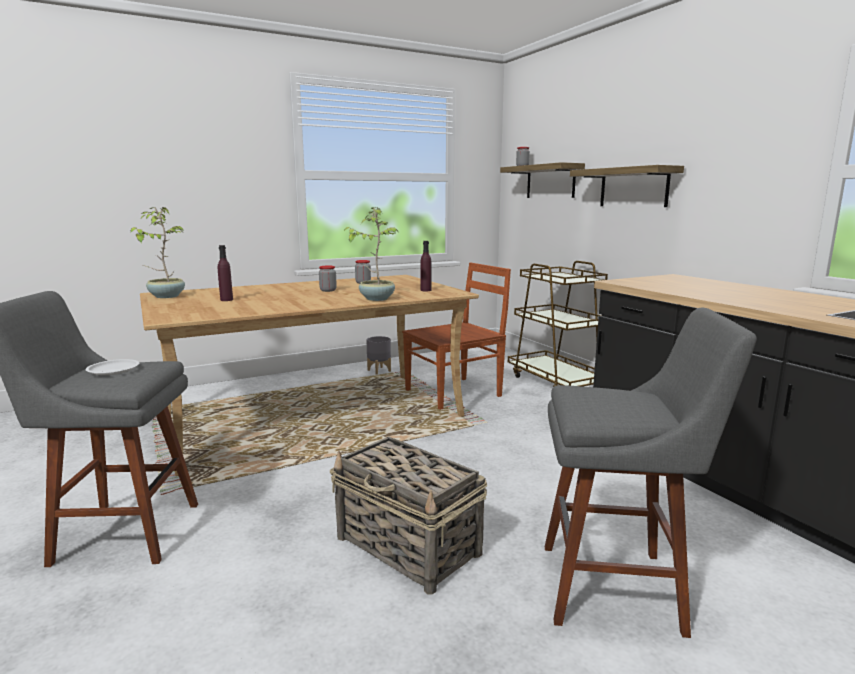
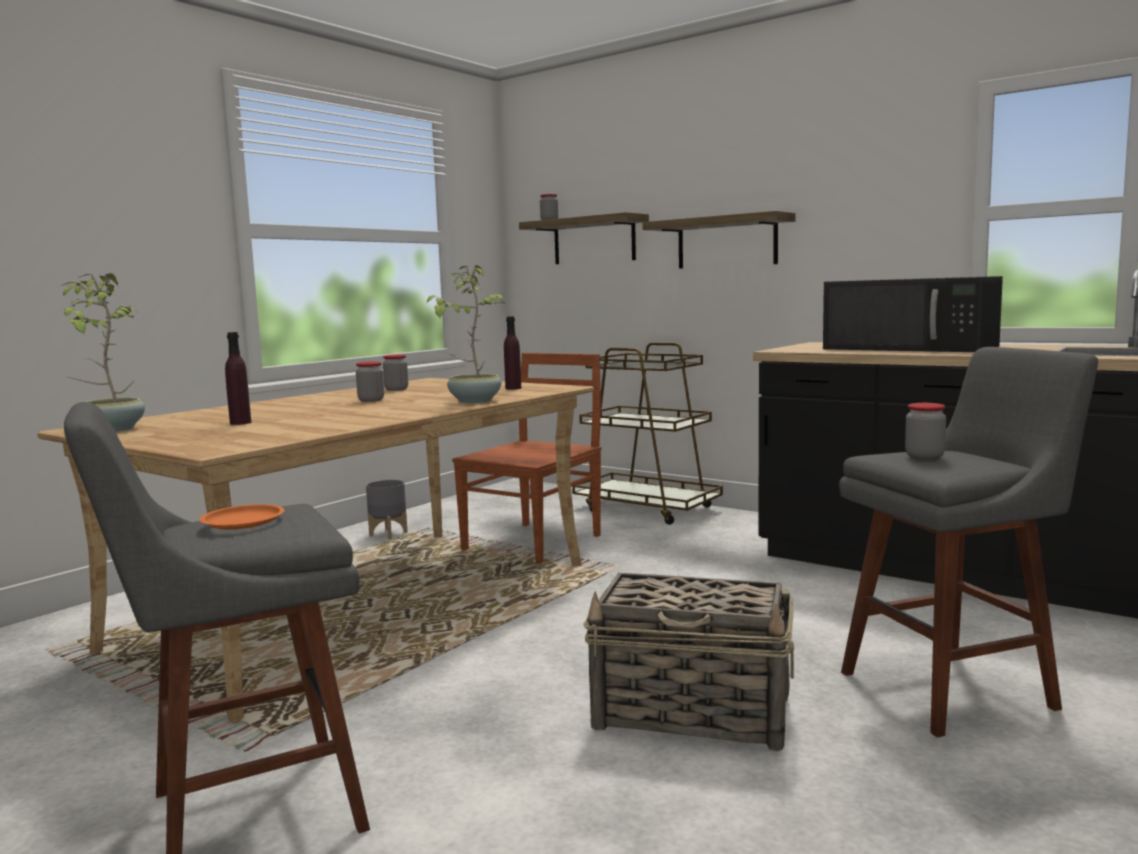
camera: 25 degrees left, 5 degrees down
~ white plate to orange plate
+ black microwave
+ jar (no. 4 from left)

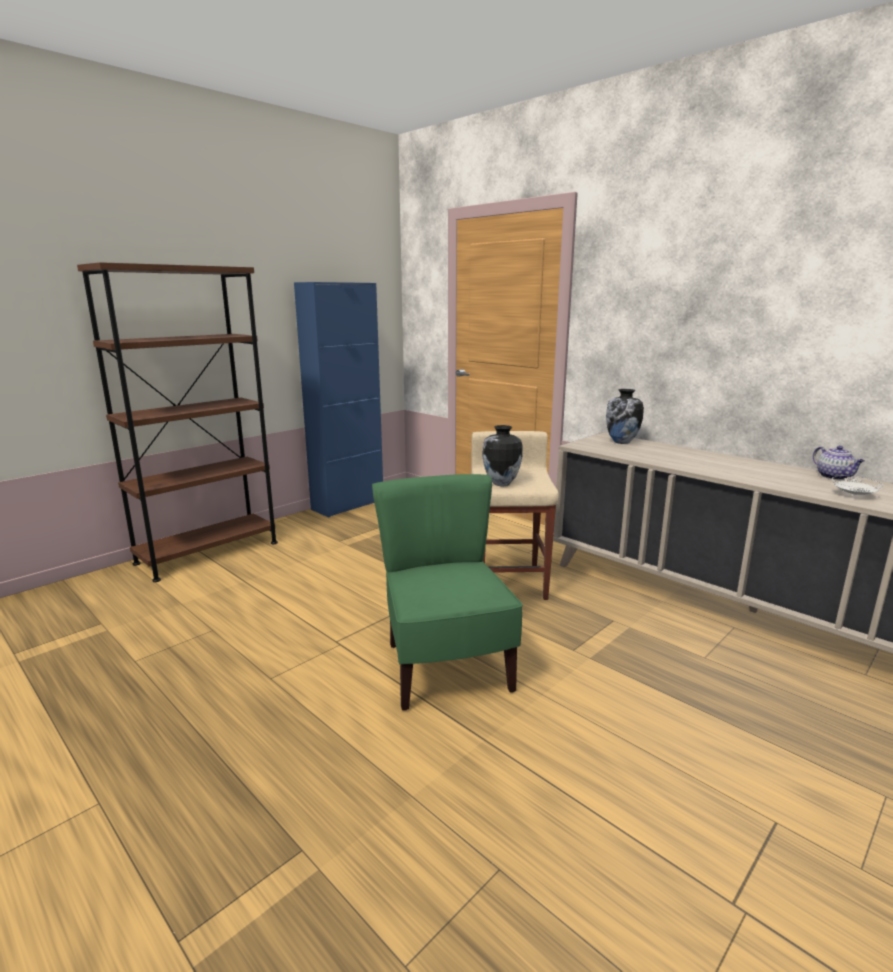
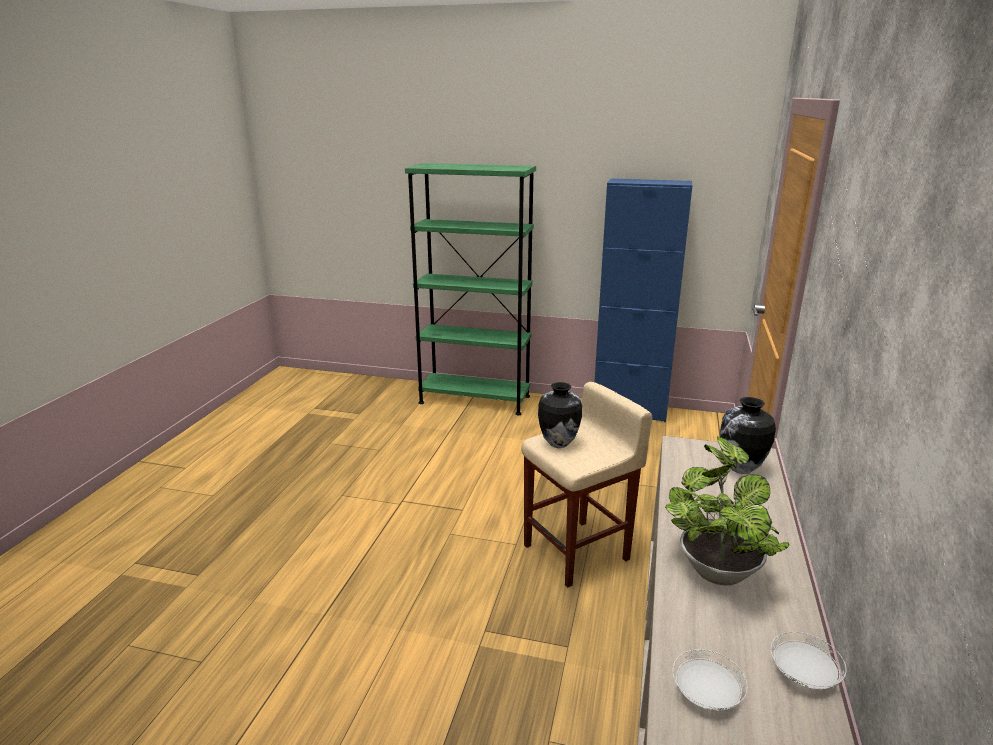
camera: 60 degrees right, 5 degrees up
~ brown bookcase to green bookcase
+ potted plant
~ teapot to white plate (no. 2 from left)
- green chair

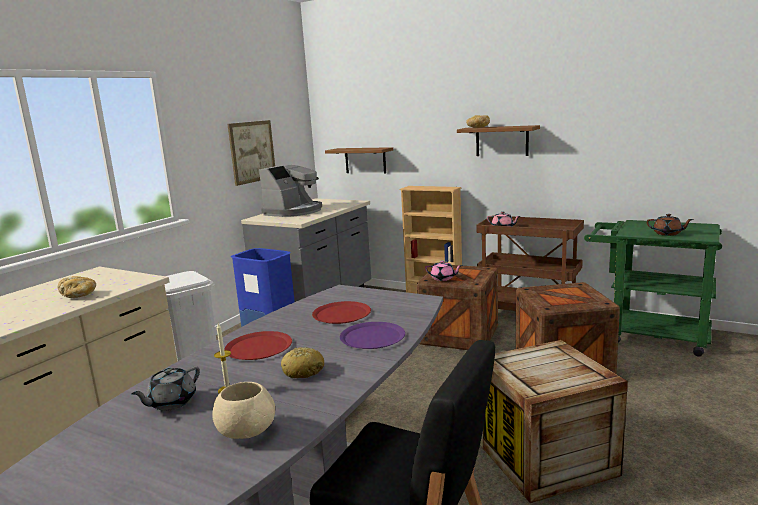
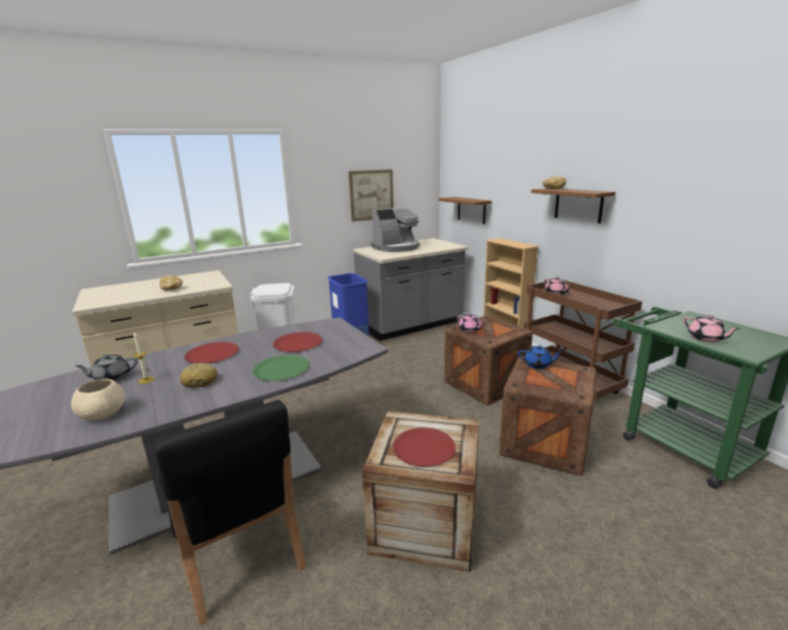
camera: 30 degrees right, 5 degrees up
~ purple plate to green plate
+ red plate (no. 3 from left)
+ blue teapot
~ brown teapot to pink teapot (no. 3 from left)

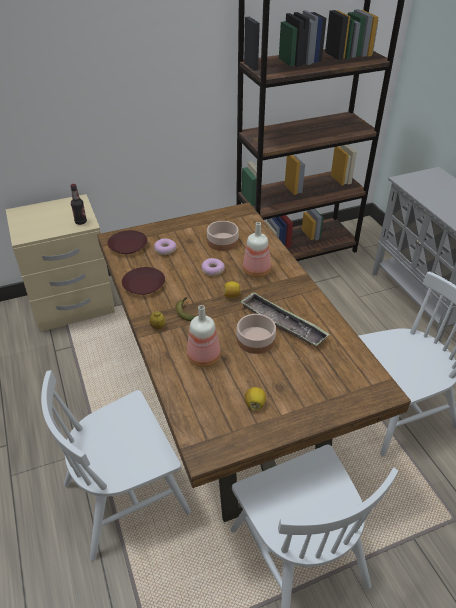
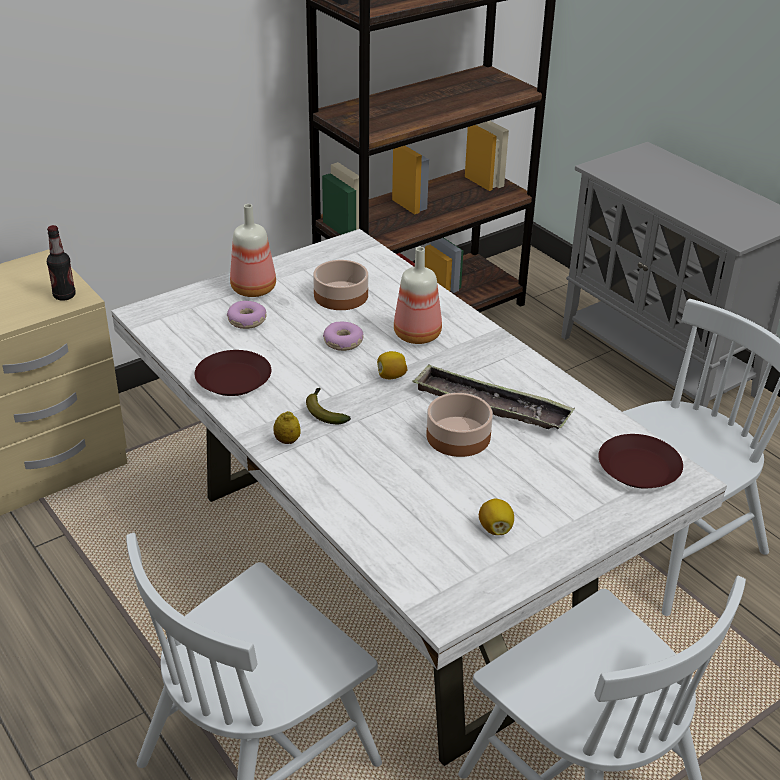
camera: 15 degrees left, 5 degrees down
~ brown dining table to white dining table
~ bottle (no. 2 from left)
~ brown plate (no. 1 from left in the first image) to brown plate (no. 2 from left)

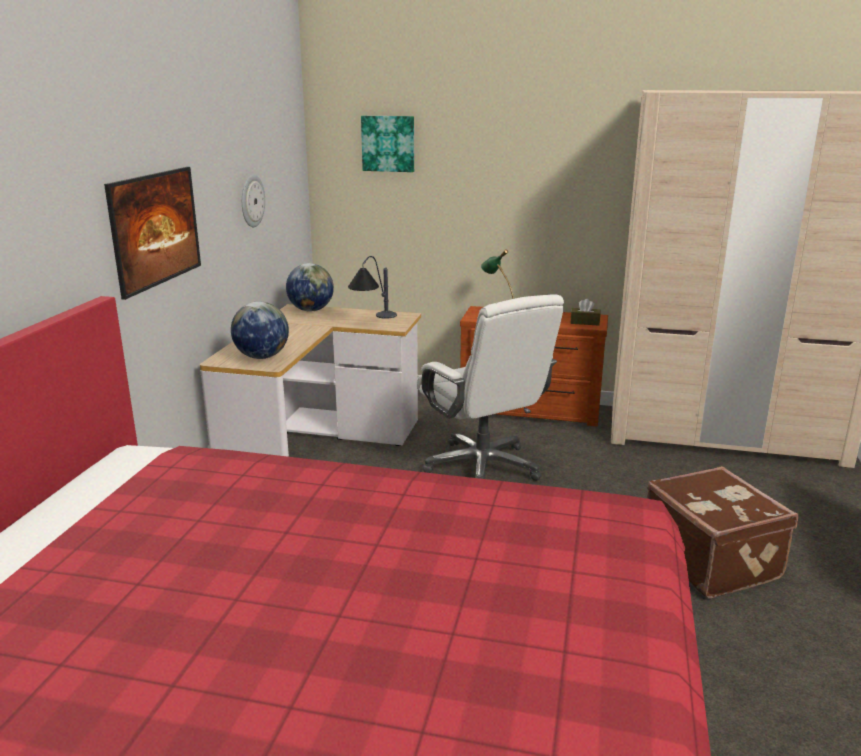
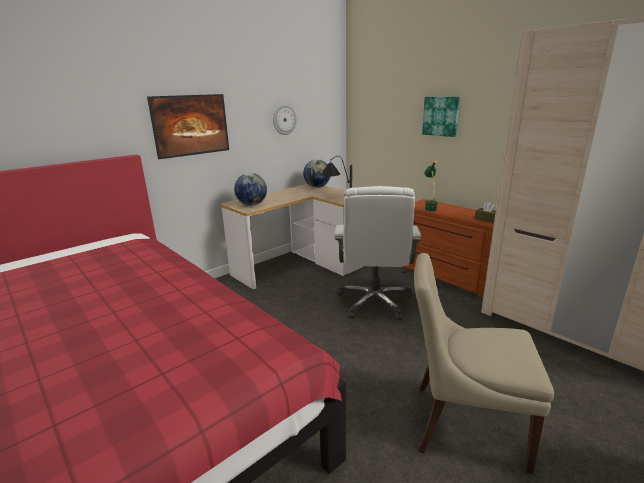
camera: 35 degrees right, 0 degrees up
~ brown suitcase to beige chair
~ picture (no. 2 from left)

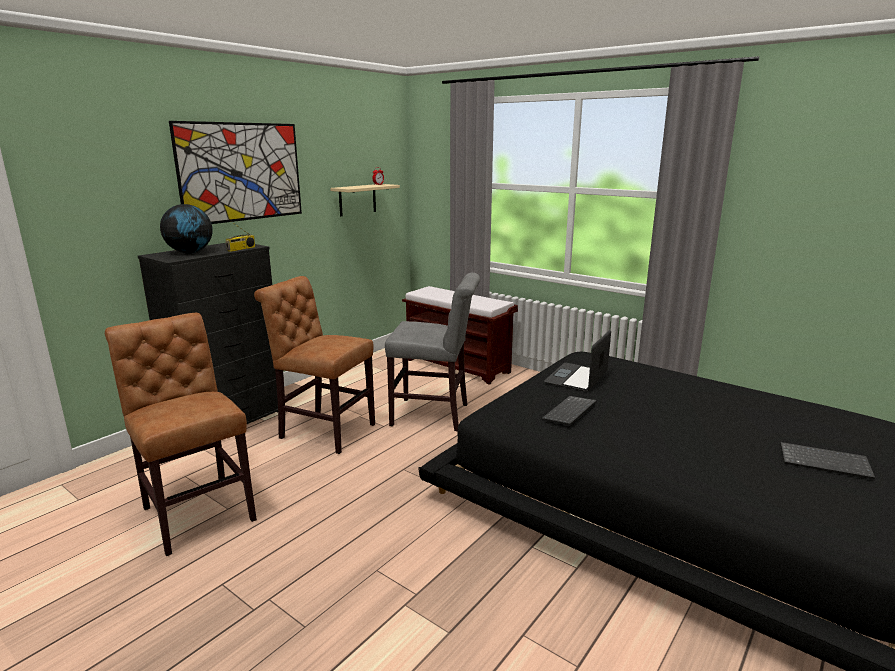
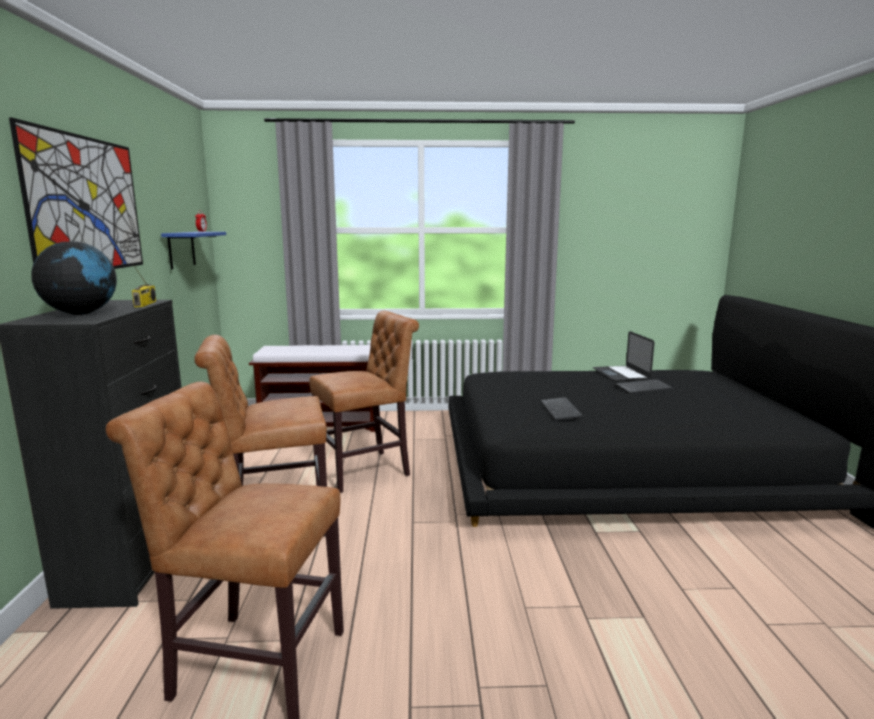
camera: 40 degrees left, 5 degrees down
~ beige shelf to blue shelf
~ grey chair to brown chair (no. 3 from left)
~ laptop
~ keyboard (no. 2 from left)

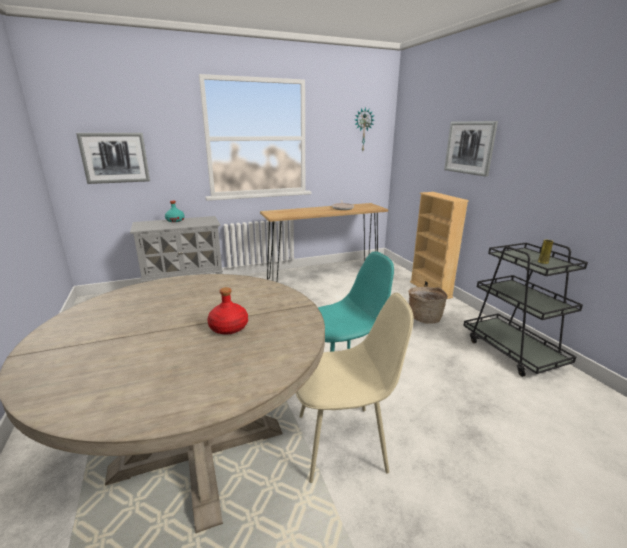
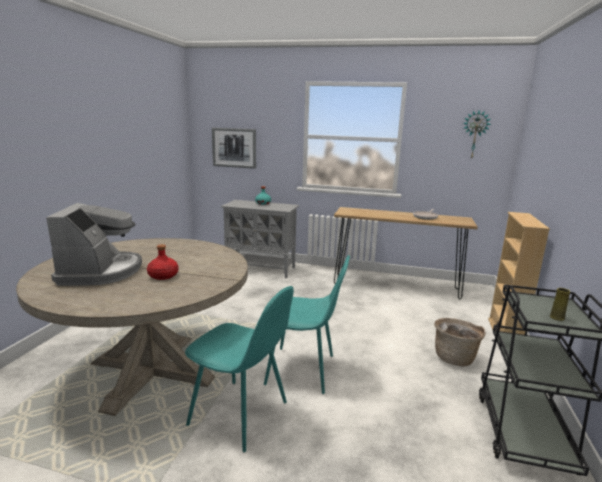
camera: 35 degrees right, 5 degrees down
+ coffee machine
~ beige chair to turquoise chair (no. 1 from left)
- picture (no. 2 from left)

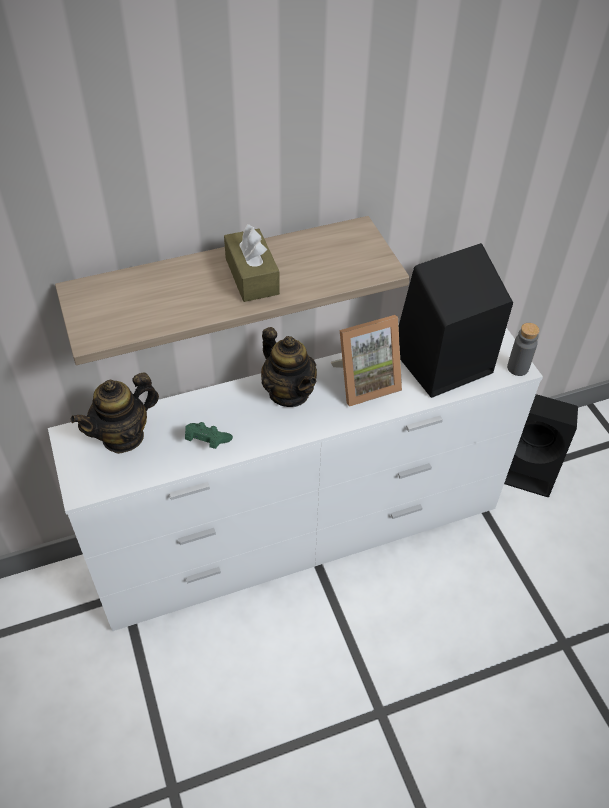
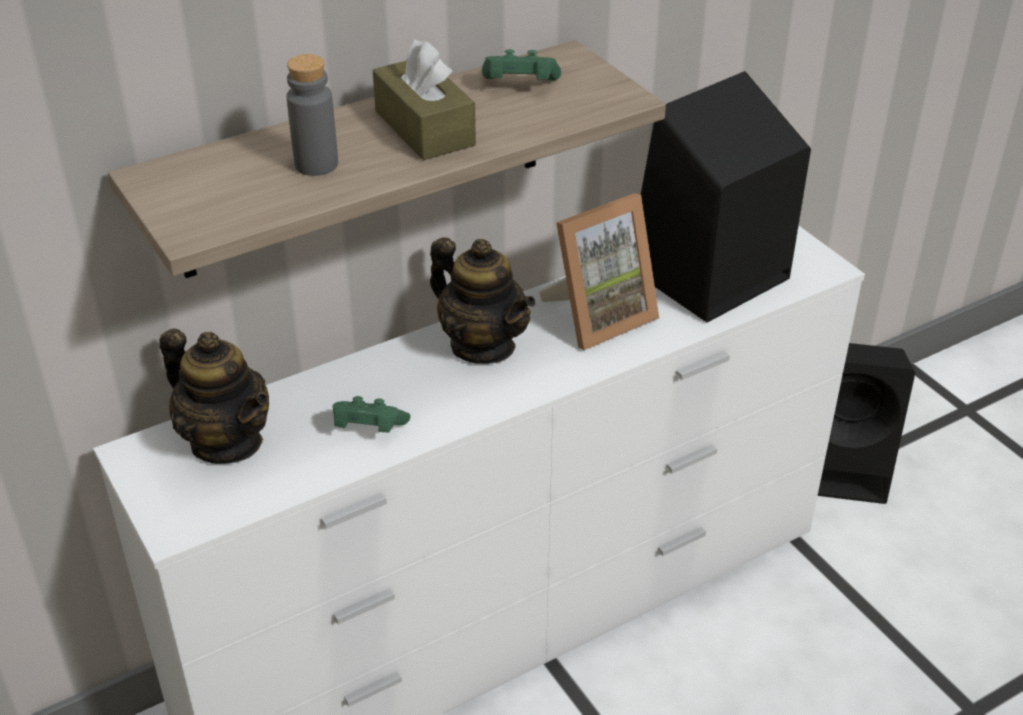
camera: 10 degrees left, 10 degrees down
~ teapot (no. 1 from left) 90 degrees counterclockwise
~ grey bottle
+ green game controller (no. 2 from left)

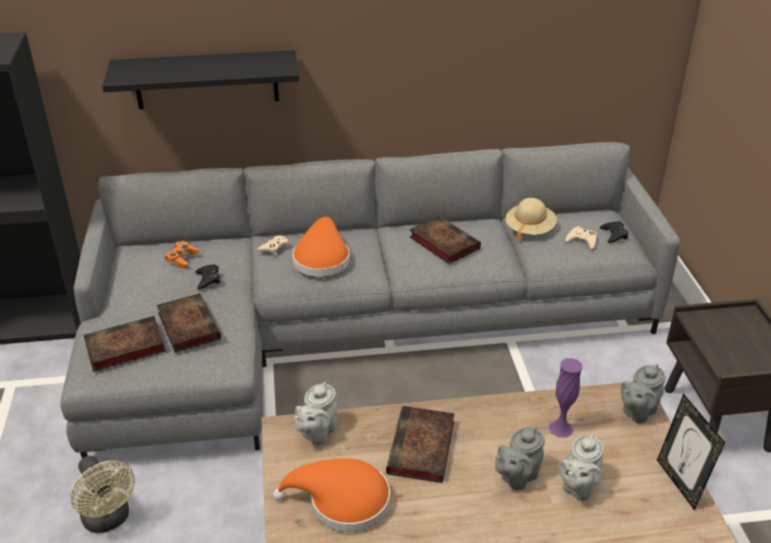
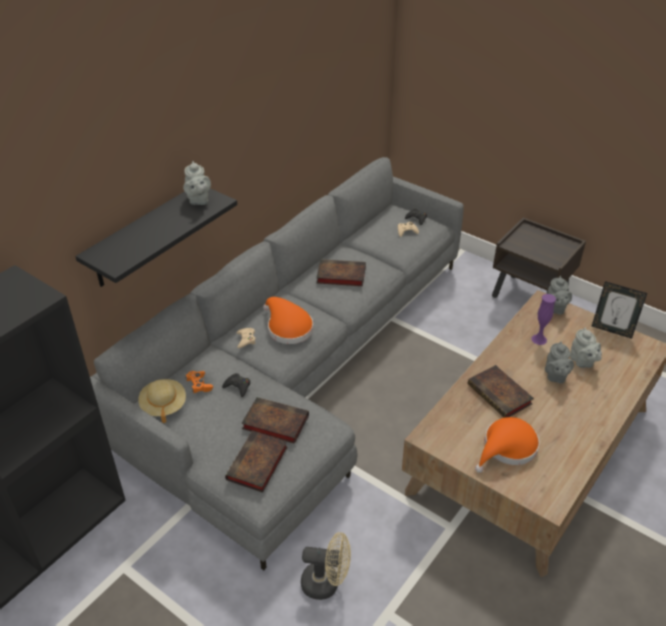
camera: 45 degrees left, 5 degrees up
~ beige hat
~ grey teapot (no. 1 from left)

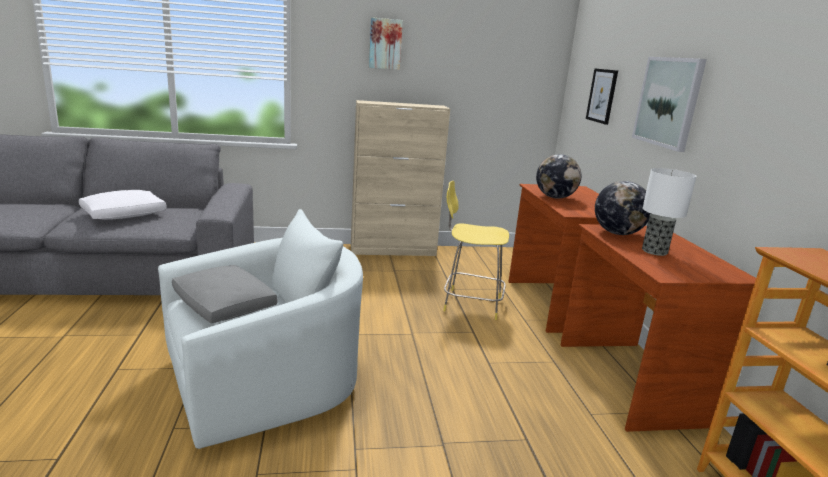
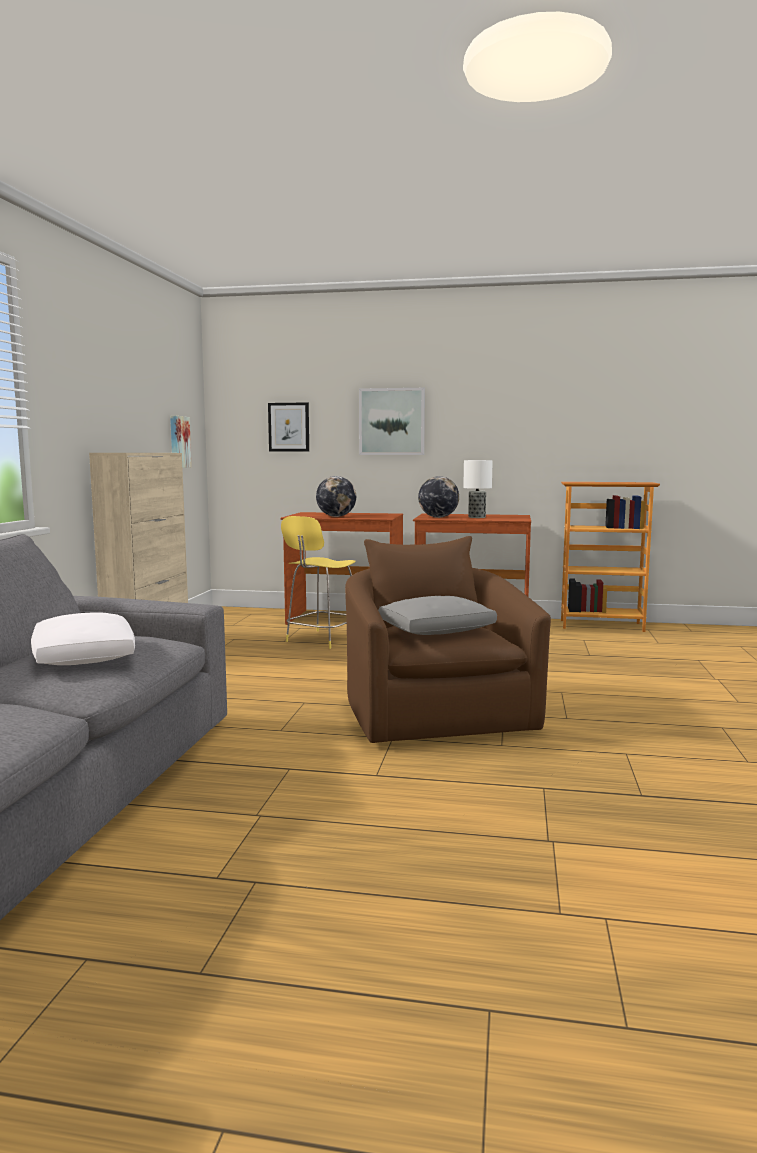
camera: 70 degrees left, 10 degrees down
~ picture (no. 1 from left)
~ white armchair to brown armchair

